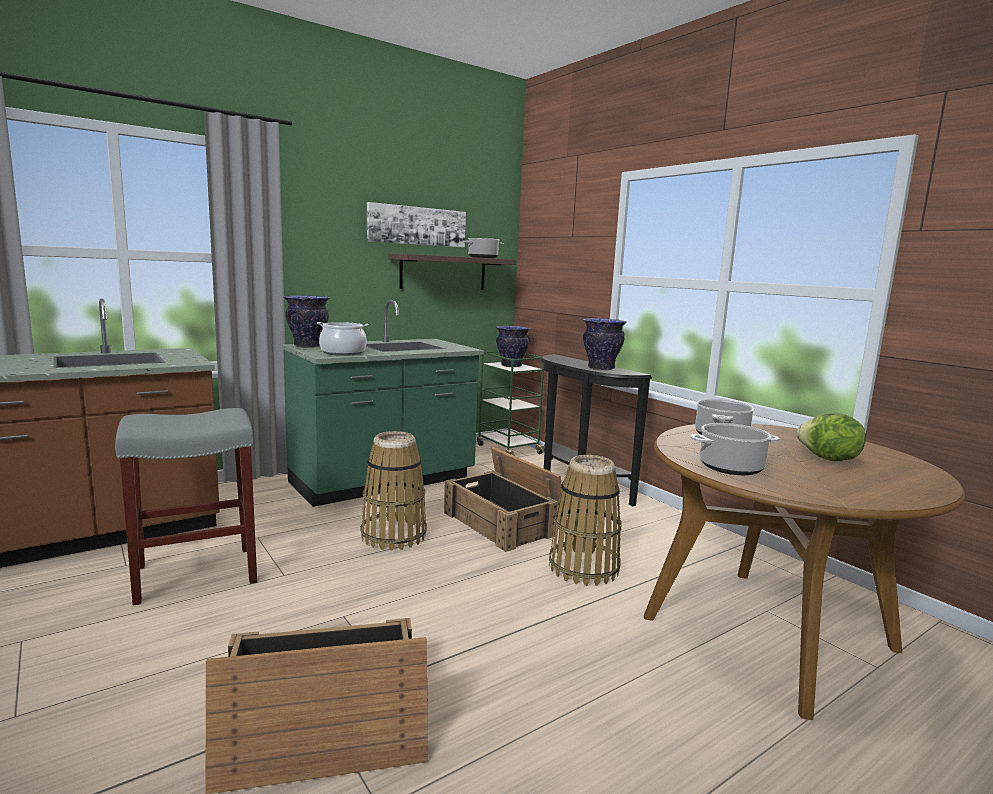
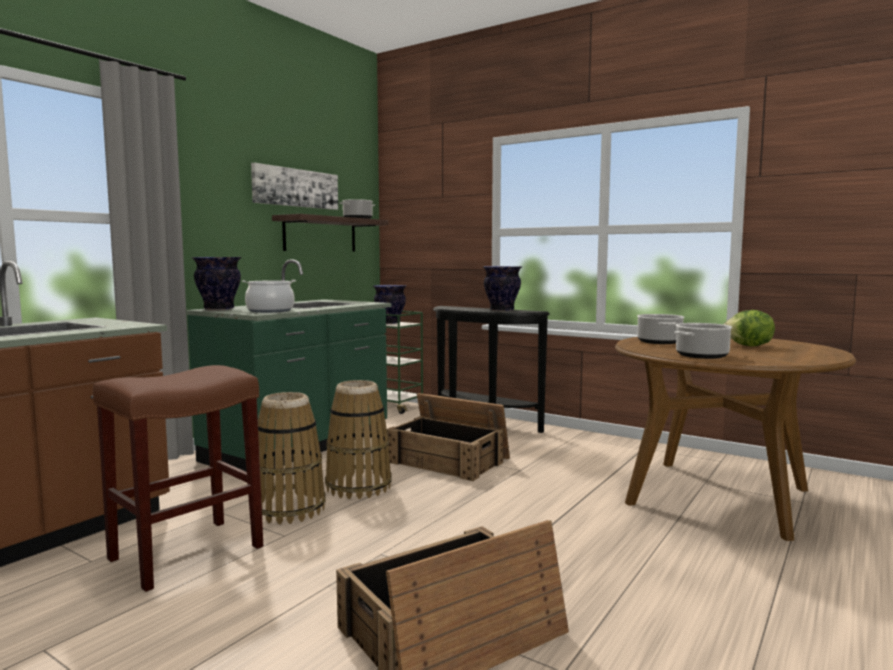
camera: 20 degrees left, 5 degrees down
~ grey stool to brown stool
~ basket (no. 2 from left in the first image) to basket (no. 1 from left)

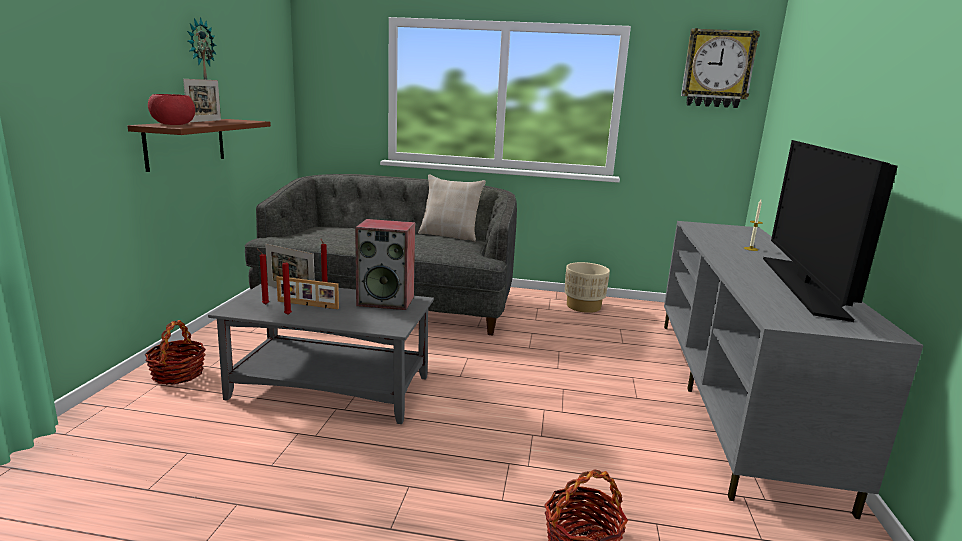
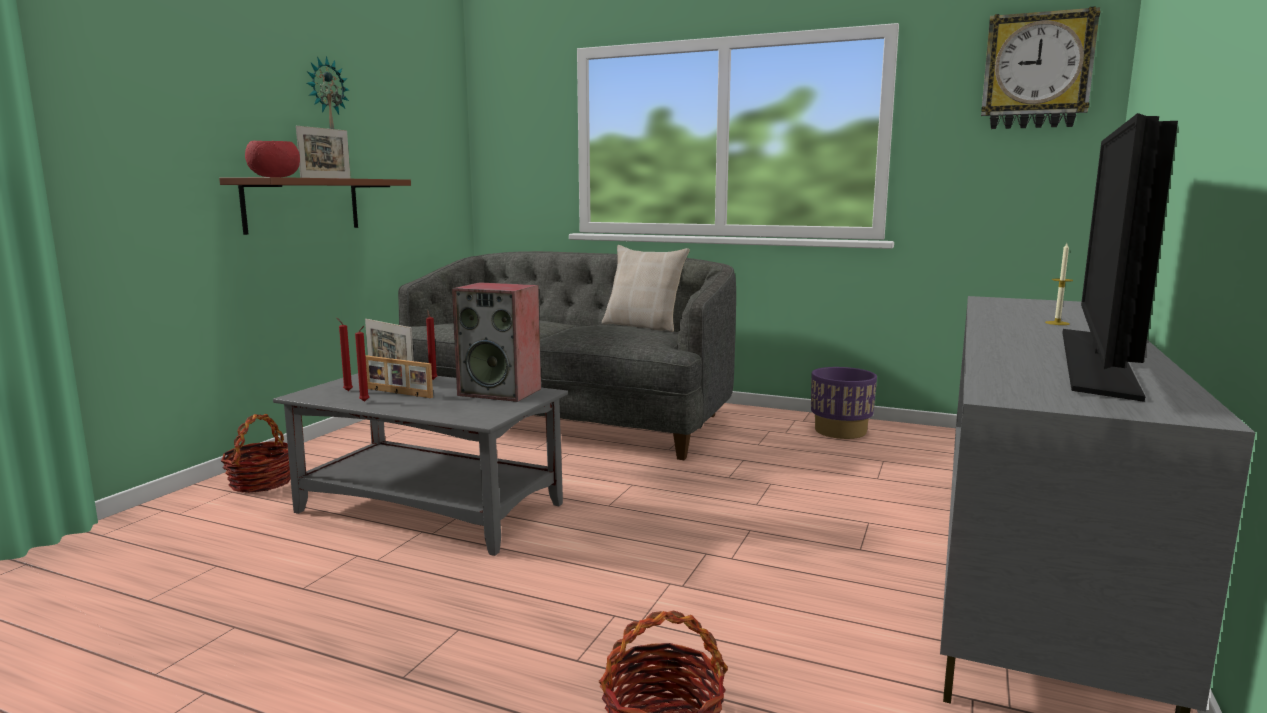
camera: 15 degrees right, 5 degrees down
~ beige planter to purple planter

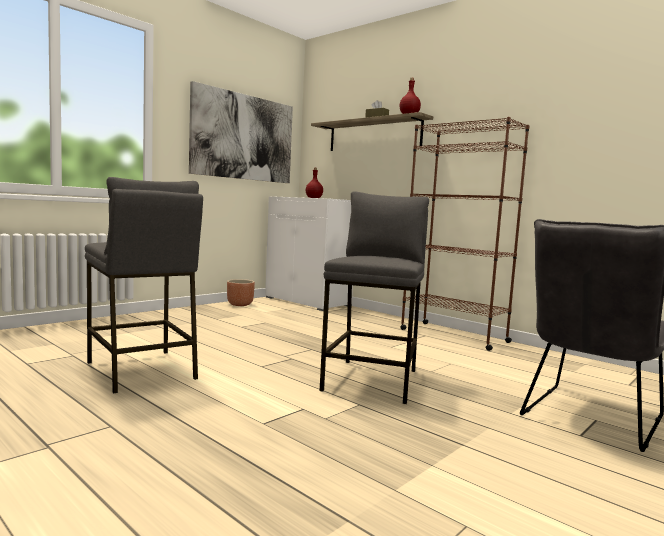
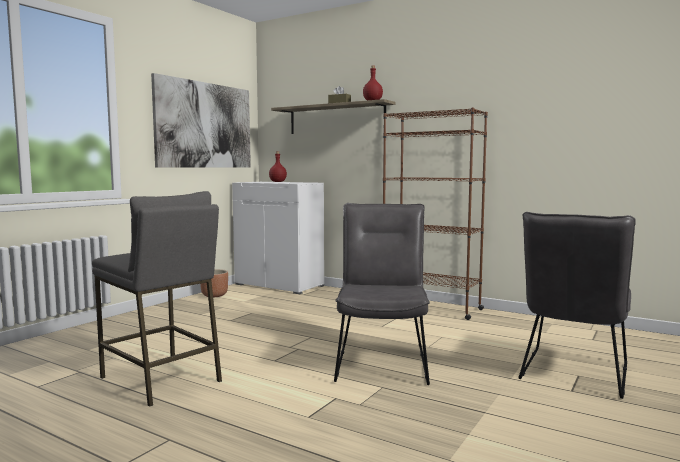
camera: 10 degrees left, 0 degrees up
~ grey stool (no. 2 from left) to grey chair (no. 1 from left)

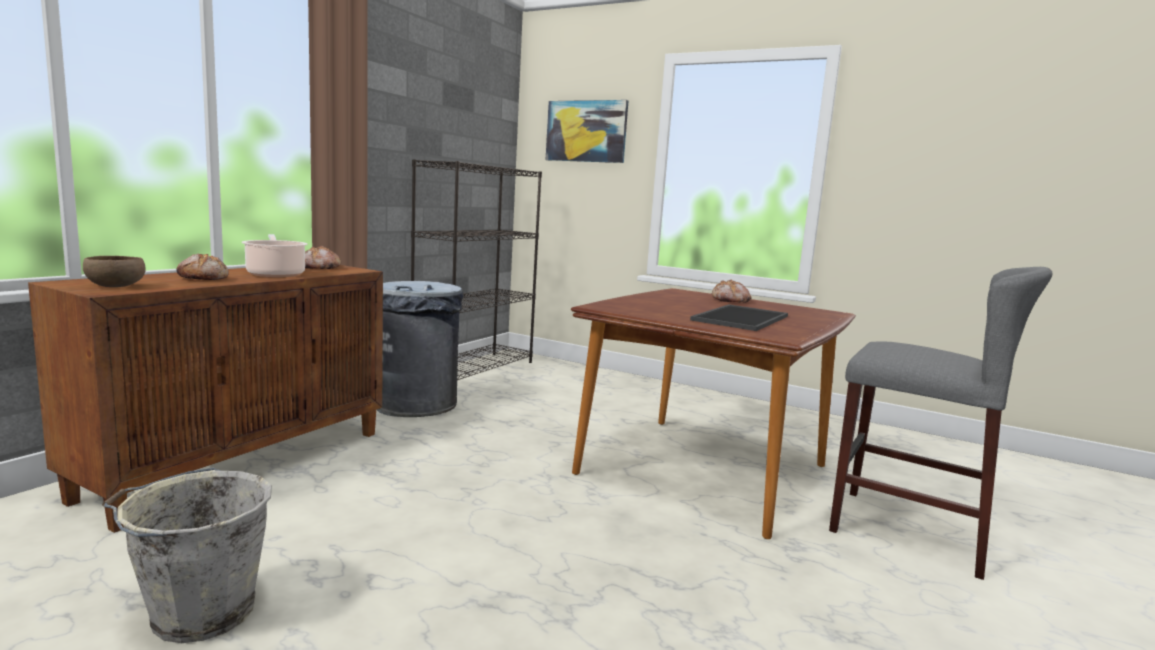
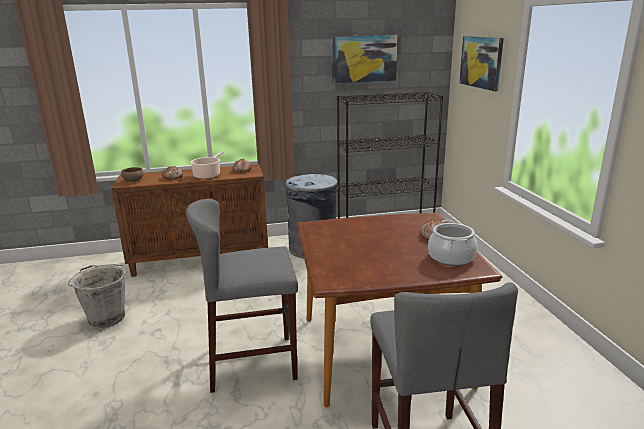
camera: 50 degrees right, 10 degrees up
+ grey stool (no. 1 from left)
+ picture (no. 1 from left)
+ cooking pot (no. 2 from left)
- tray

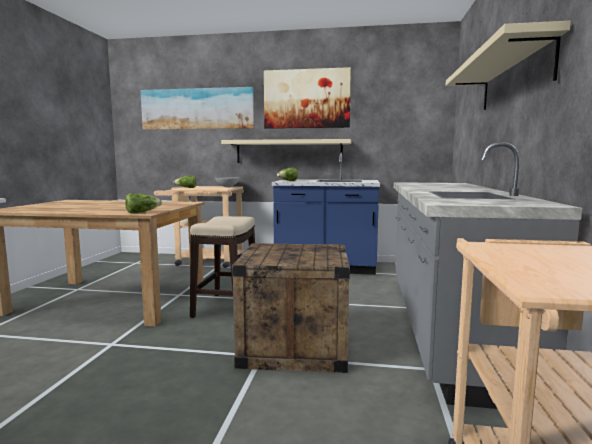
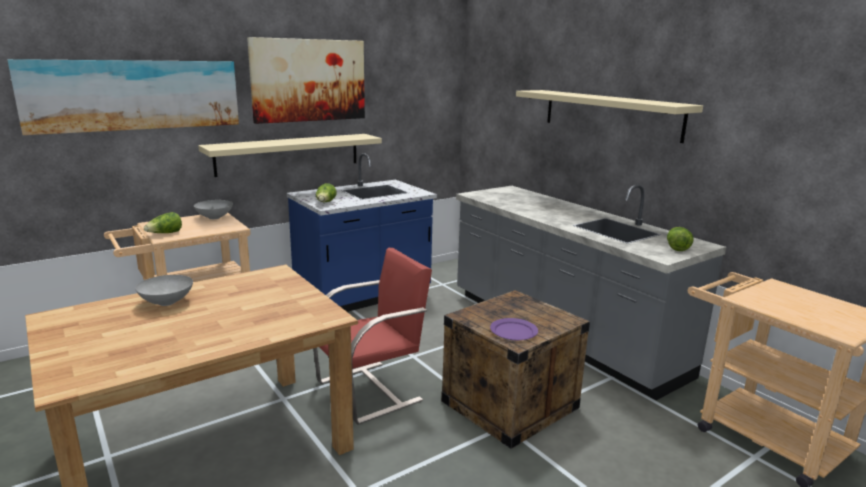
camera: 45 degrees left, 10 degrees up
+ grey bowl (no. 1 from left)
~ stool to red chair
+ purple plate
~ lettuce (no. 1 from left in the first image) to lettuce (no. 3 from left)

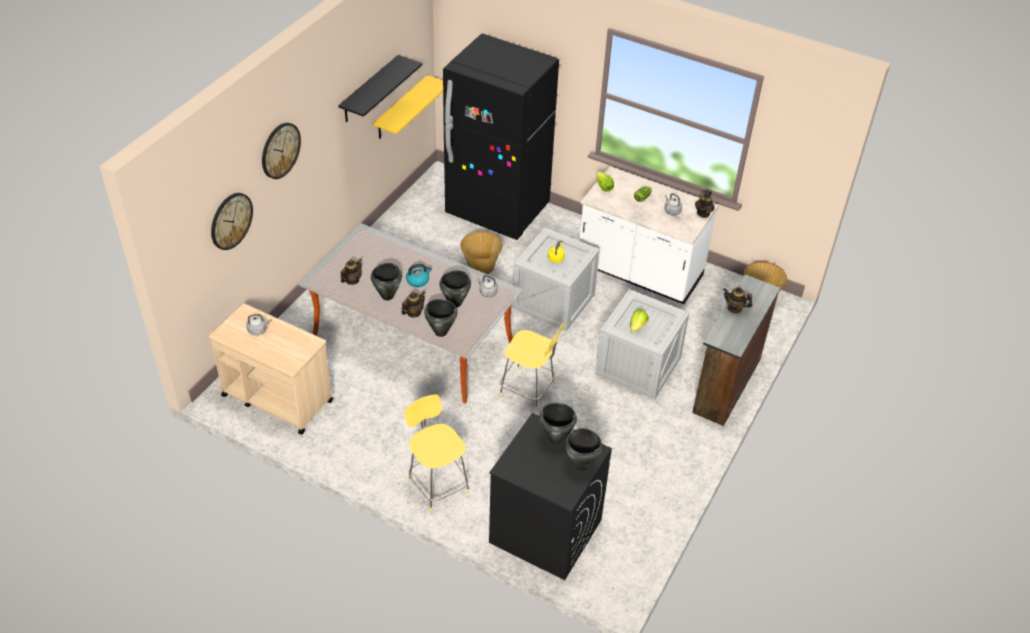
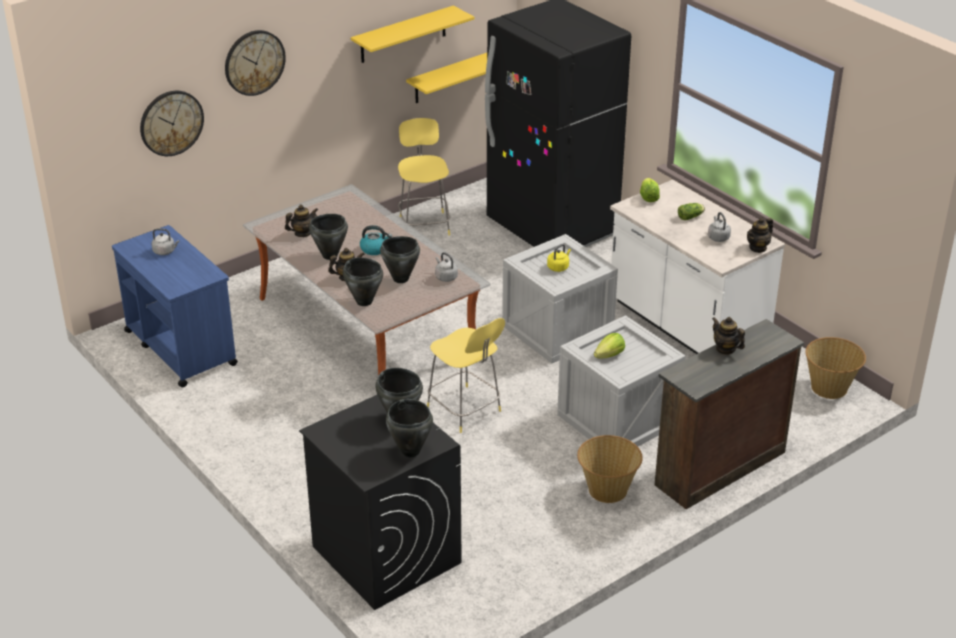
camera: 25 degrees right, 10 degrees down
~ beige cart to blue cart
~ black shelf to yellow shelf (no. 1 from left)
~ yellow stool (no. 1 from left)
~ basket (no. 1 from left)

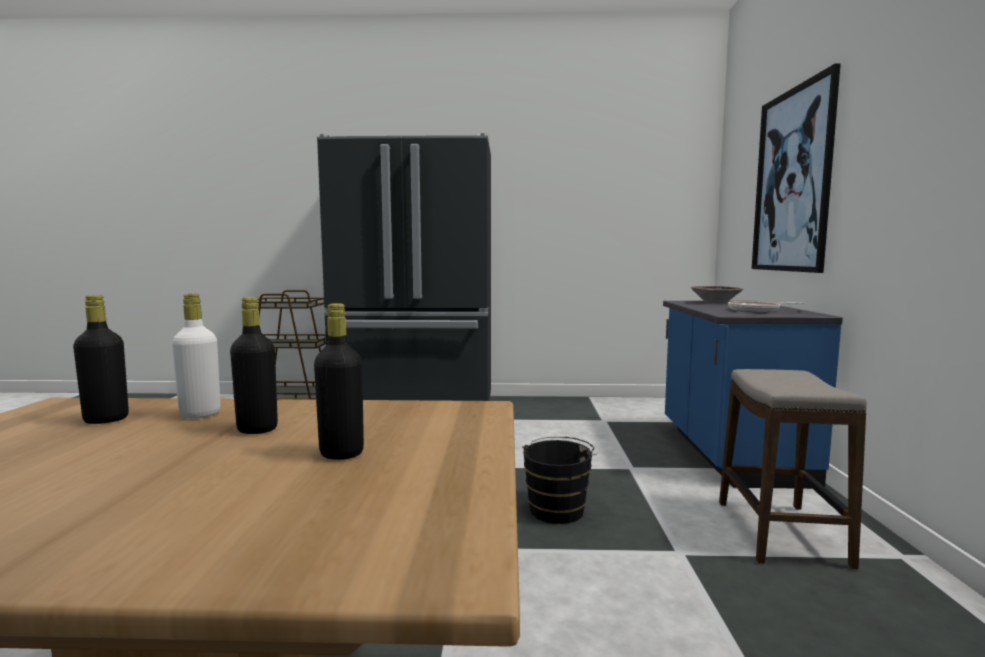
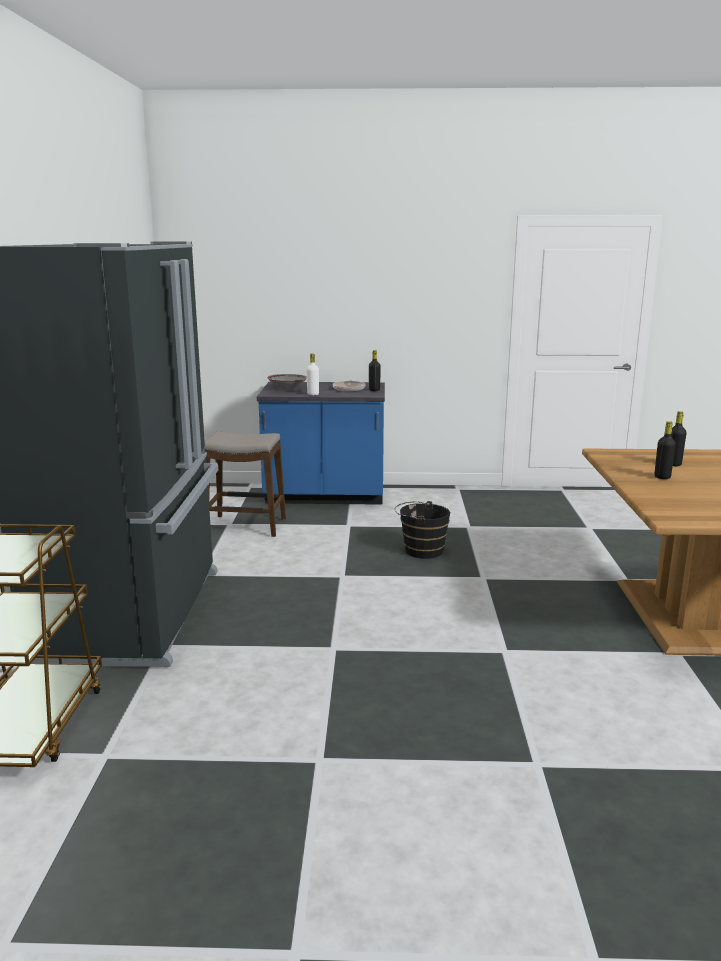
camera: 90 degrees left, 10 degrees up
~ stool
~ white bottle
~ black bottle (no. 1 from left)
- picture

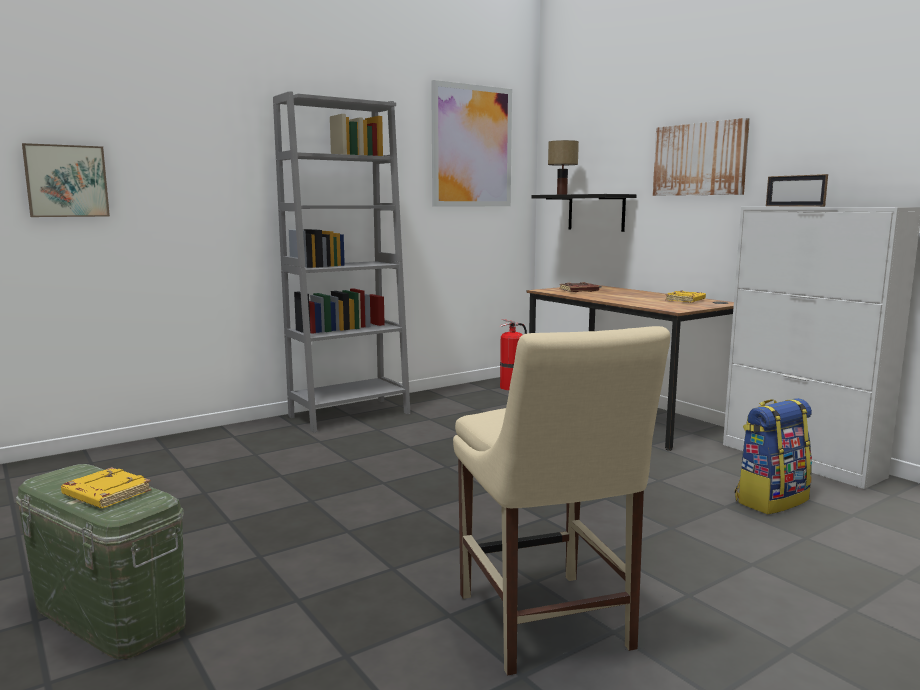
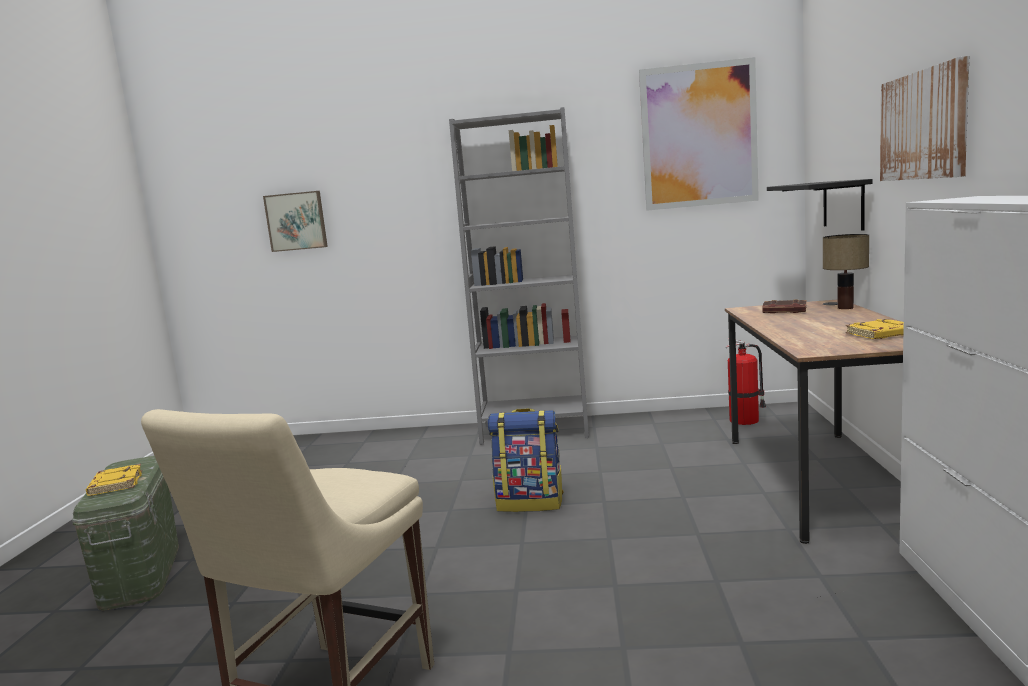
camera: 40 degrees right, 0 degrees up
~ backpack
~ table lamp
- picture frame

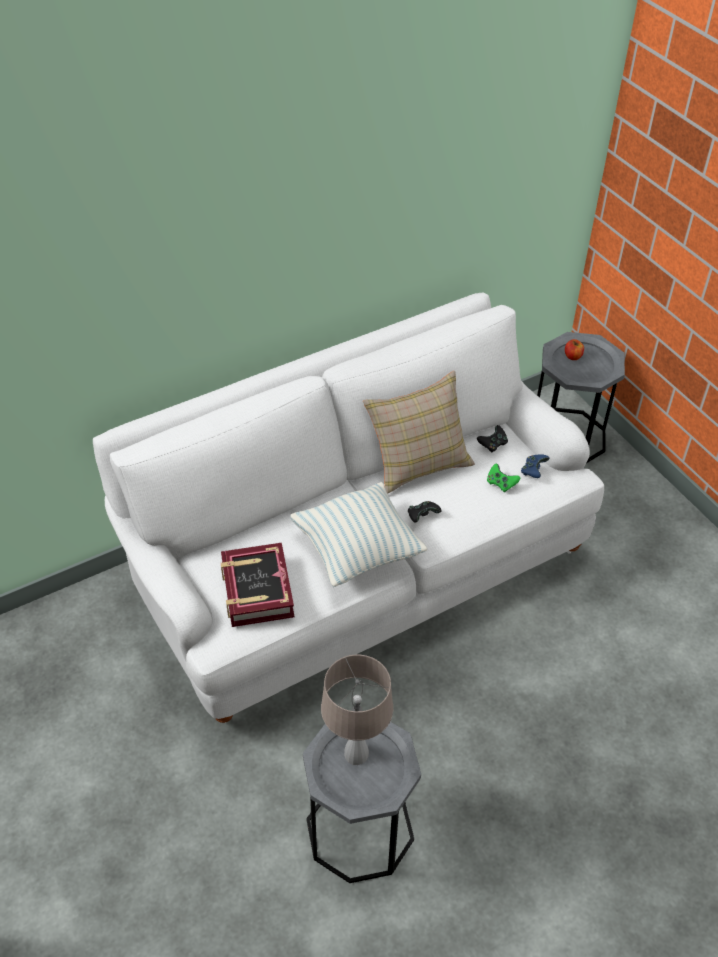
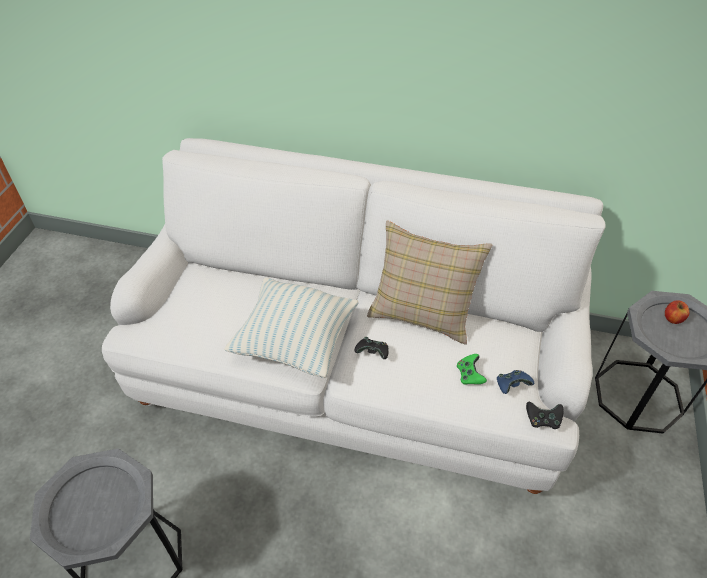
camera: 45 degrees right, 0 degrees up
~ black game controller (no. 2 from left)
- book
- beige table lamp

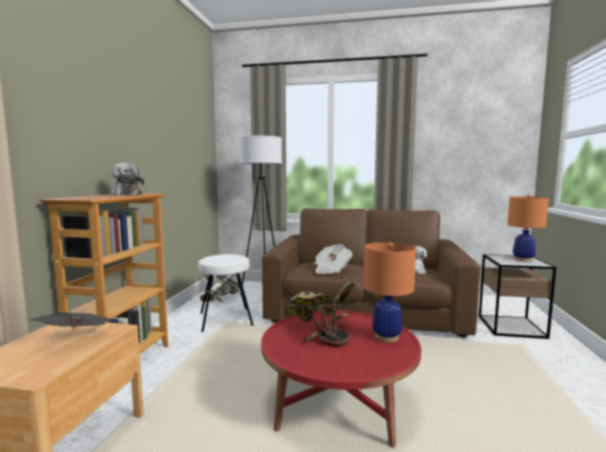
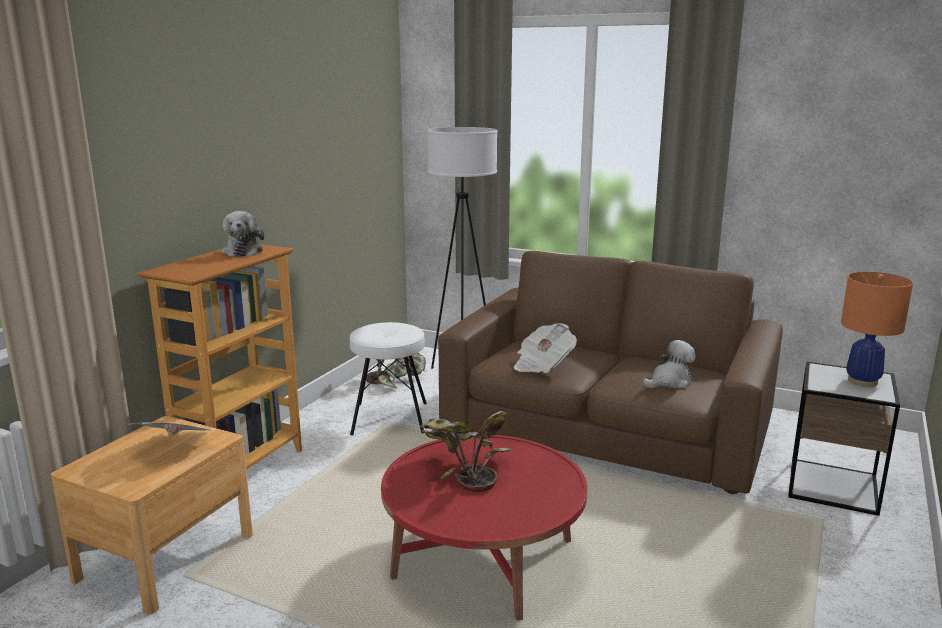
camera: 15 degrees right, 10 degrees up
- orange table lamp (no. 1 from left)

